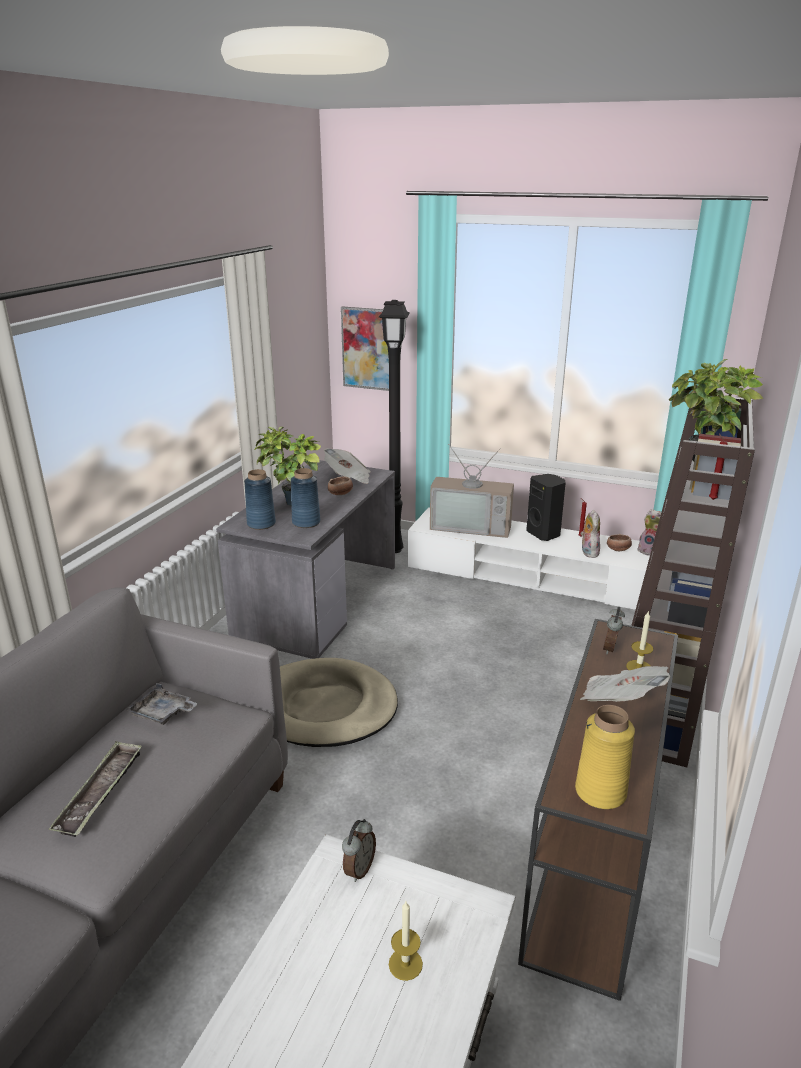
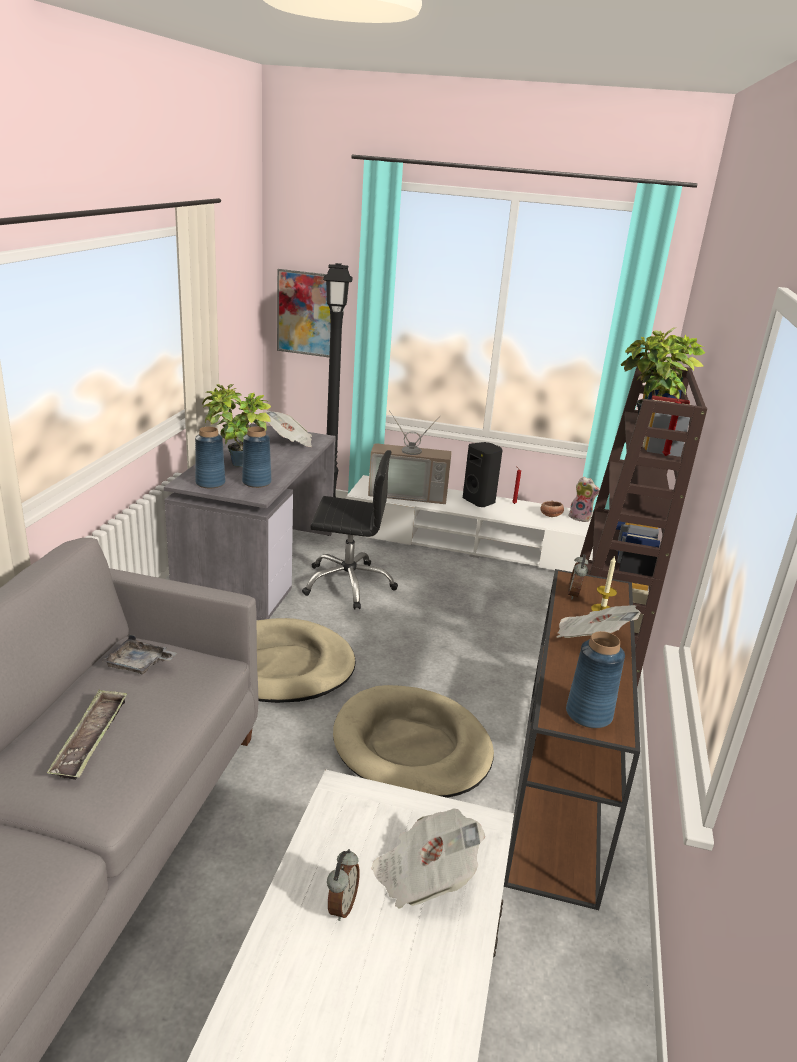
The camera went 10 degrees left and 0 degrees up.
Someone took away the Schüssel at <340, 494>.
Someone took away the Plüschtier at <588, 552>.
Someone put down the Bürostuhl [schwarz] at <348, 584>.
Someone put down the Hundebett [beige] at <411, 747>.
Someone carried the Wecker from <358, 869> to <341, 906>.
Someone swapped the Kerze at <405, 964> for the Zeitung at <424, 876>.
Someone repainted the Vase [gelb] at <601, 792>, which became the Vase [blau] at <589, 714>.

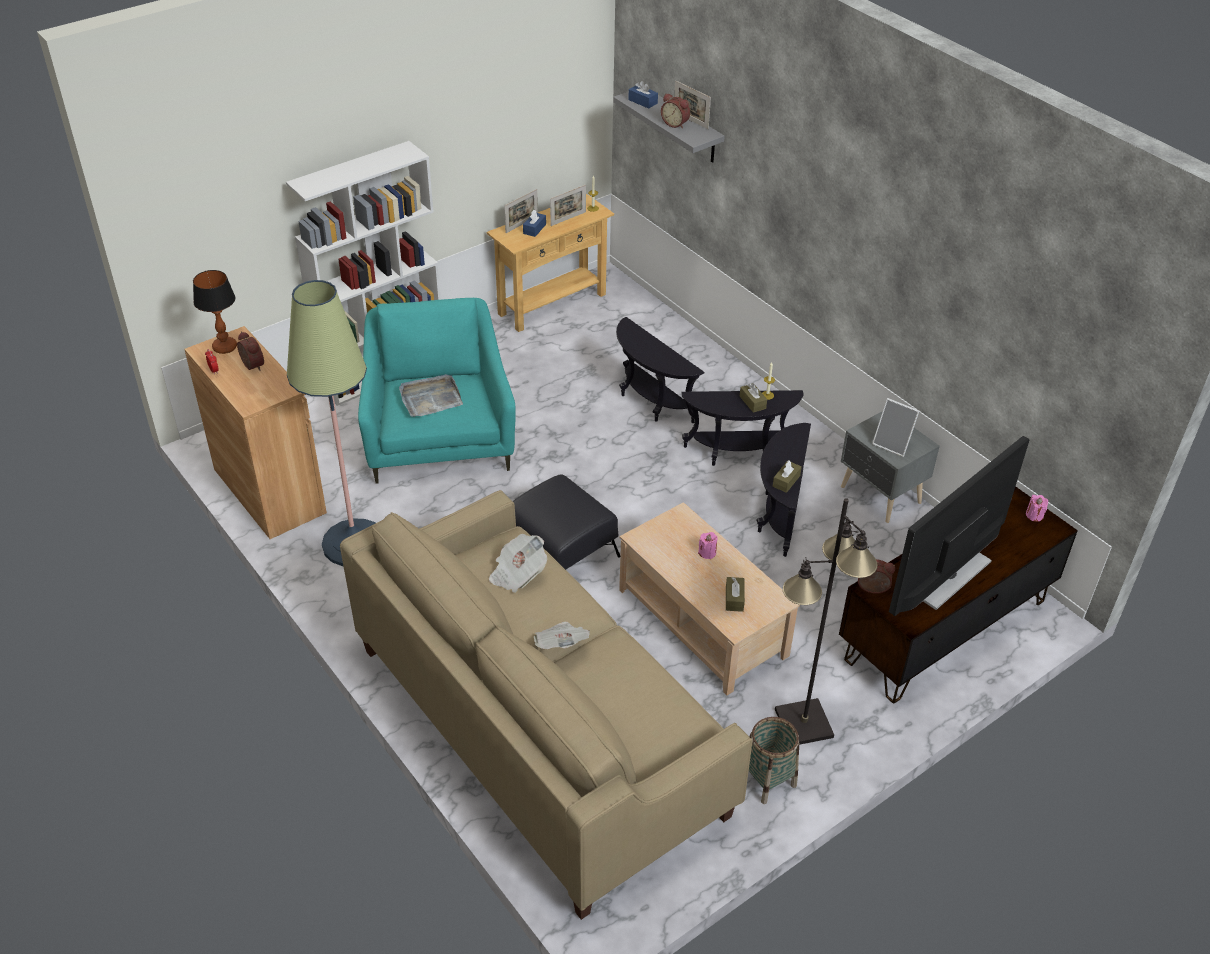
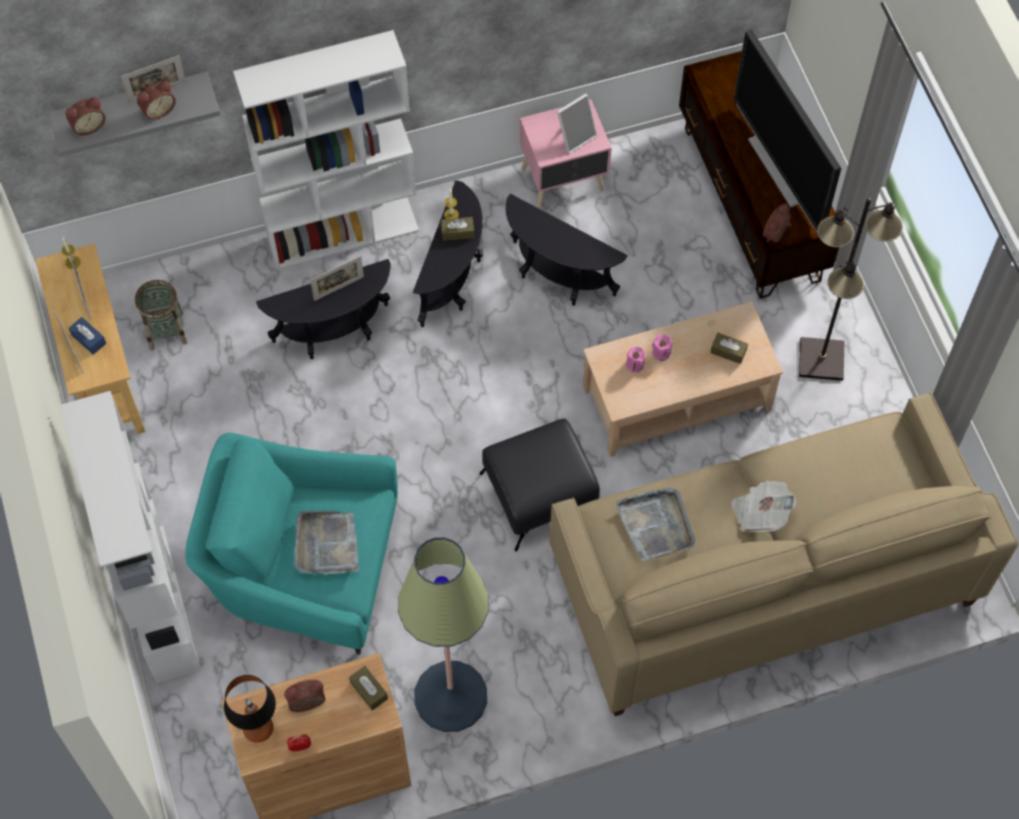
The camera went 70 degrees left and 20 degrees up.
Someone put down the Bücherregal [weiß] at <343, 232>.
Someone put down the Bilderrahmen at <339, 288>.
Someone carried the Korb from <767, 780> to <166, 331>.
Someone carried the Taschentuchbox [braun] from <786, 481> to <369, 690>.
Someone carried the Kerze [rosa] from <1034, 515> to <635, 364>.
Someone swapped the Zeitung at <517, 574> for the Tablett [grau] at <656, 525>.
Someone swapped the Taschentuchbox [blau] at <643, 101> for the Wecker at <88, 125>.
Someone repainted the Nachttisch [grau] at <880, 496>, which became the Nachttisch [rosa] at <564, 180>.

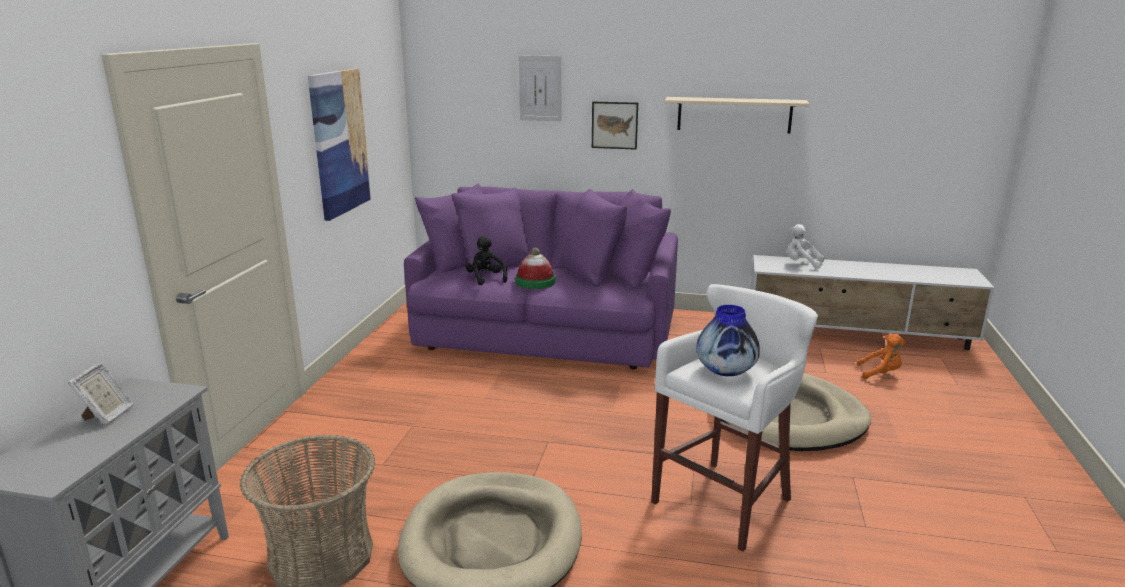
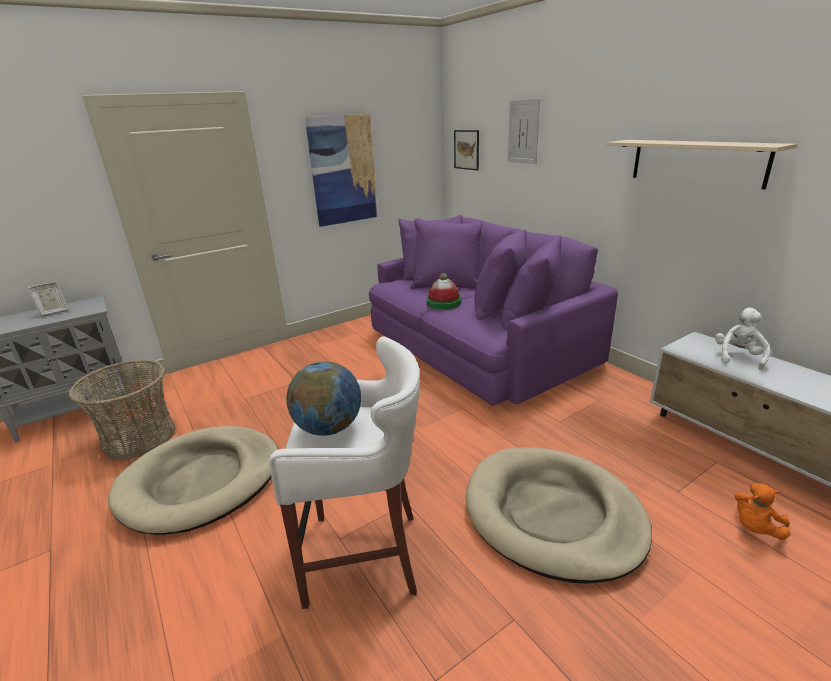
The camera went 45 degrees right and 5 degrees up.
Someone took away the Plüschtier [schwarz] at <486, 279>.
Someone carried the Bild from <614, 125> to <466, 149>.
Someone swapped the Vase at <725, 370> for the Globus at <329, 428>.
Someone rotated the Plüschtier [weiß] at <801, 264> by 45 degrees clockwise.
Someone rotated the Plüschtier [orange] at <880, 373> by 90 degrees clockwise.

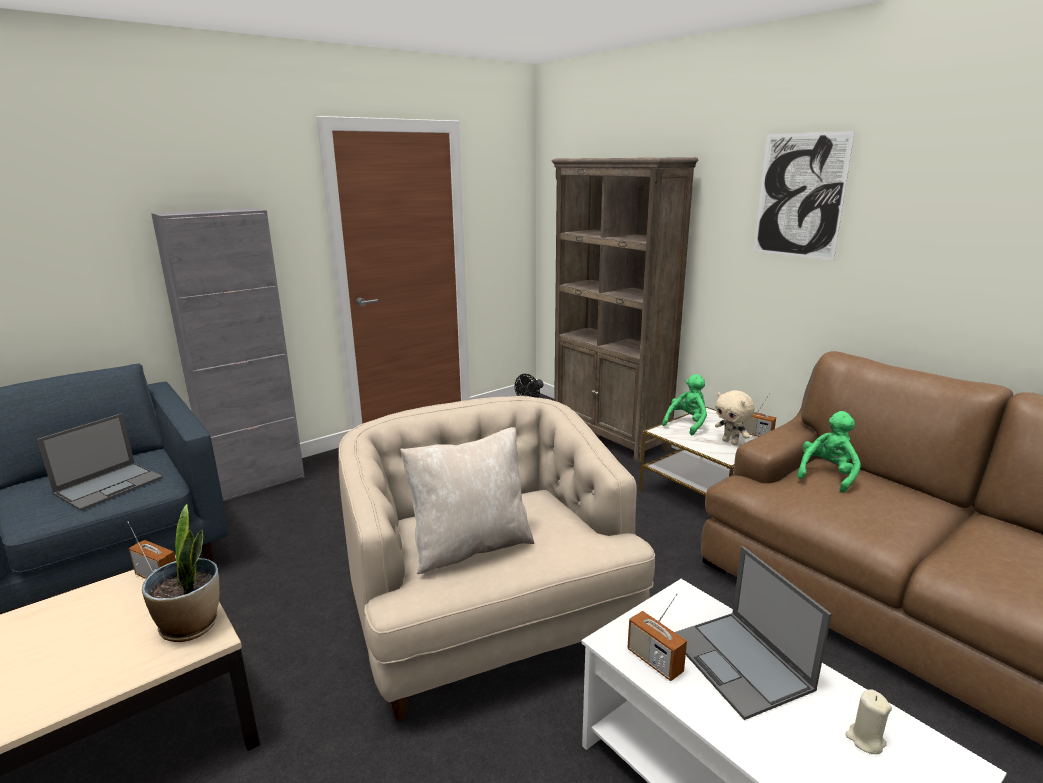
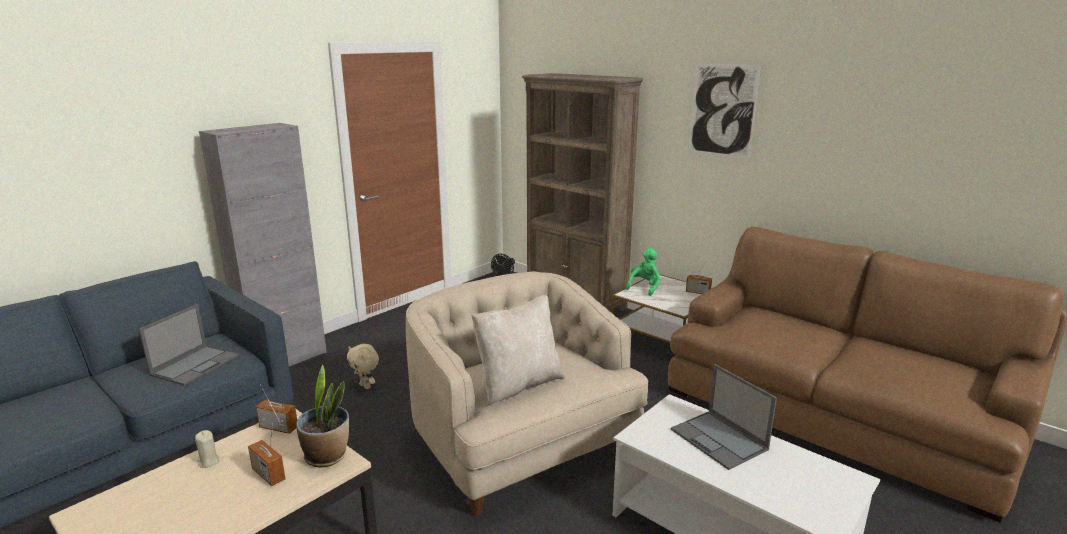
The camera went 10 degrees left and 0 degrees up.
Someone took away the Plüschtier [grün] at <827, 475>.
Someone carried the Radio from <654, 661> to <268, 475>.
Someone carried the Plüschtier [beige] from <731, 442> to <366, 386>.
Someone carried the Kerze [beige] from <865, 739> to <208, 461>.

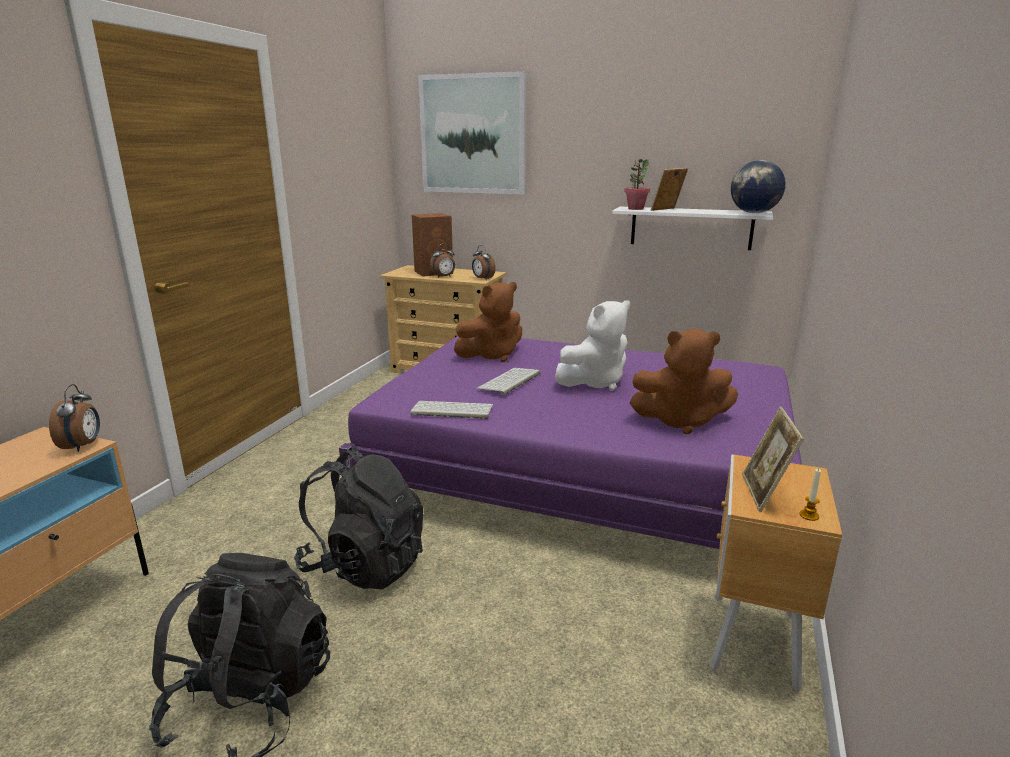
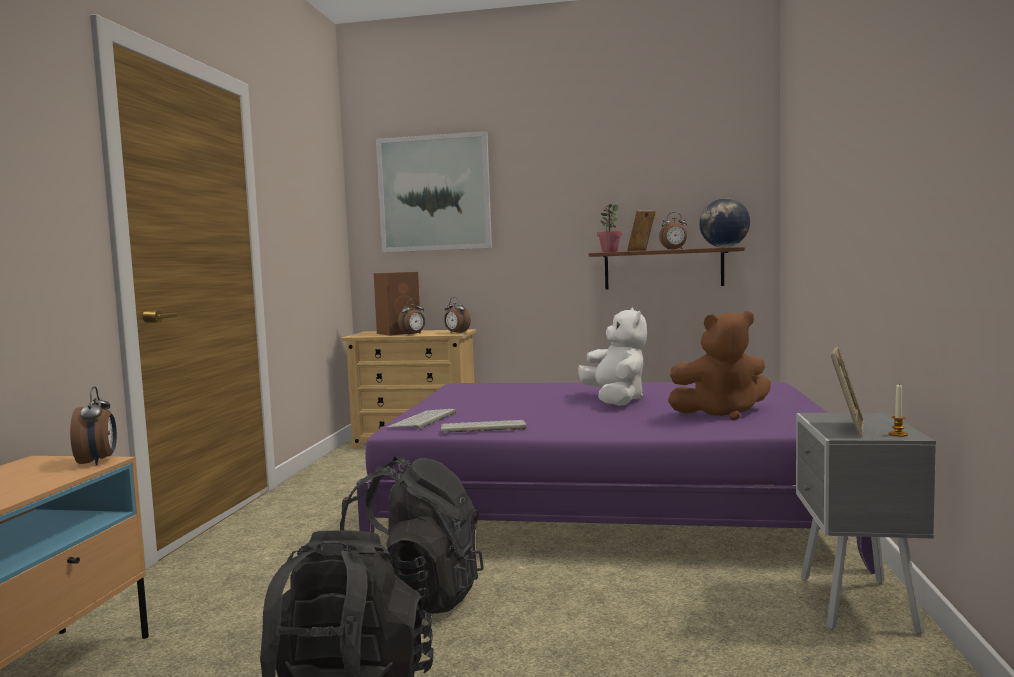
The camera went 10 degrees left and 15 degrees down.
Someone took away the Plüschtier [braun] at <491, 355>.
Someone put down the Wecker at <674, 249>.
Someone carried the Tastatur from <509, 381> to <423, 420>.
Someone repainted the Wandregal [weiß] at <691, 228>, which became the Wandregal [braun] at <663, 269>.
Someone repainted the Nachttisch [braun] at <751, 643>, which became the Nachttisch [grau] at <856, 606>.
Someone rotated the Plüschtier [weiß] at <594, 383> by 60 degrees counterclockwise.
Someone rotated the Bilderrahmen at <764, 493> by 150 degrees counterclockwise.

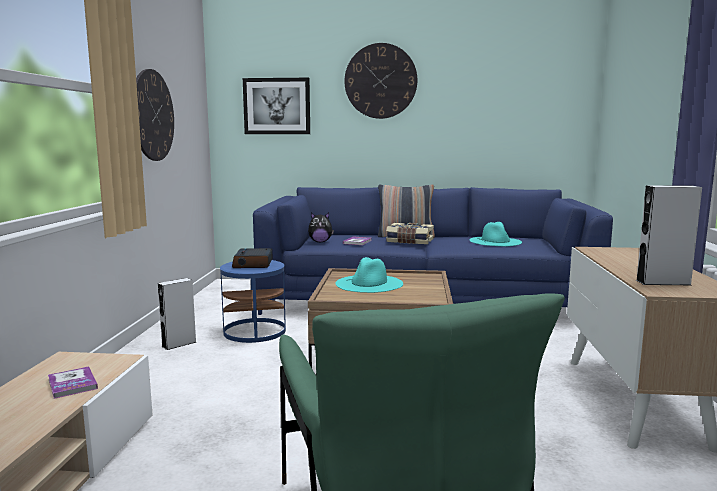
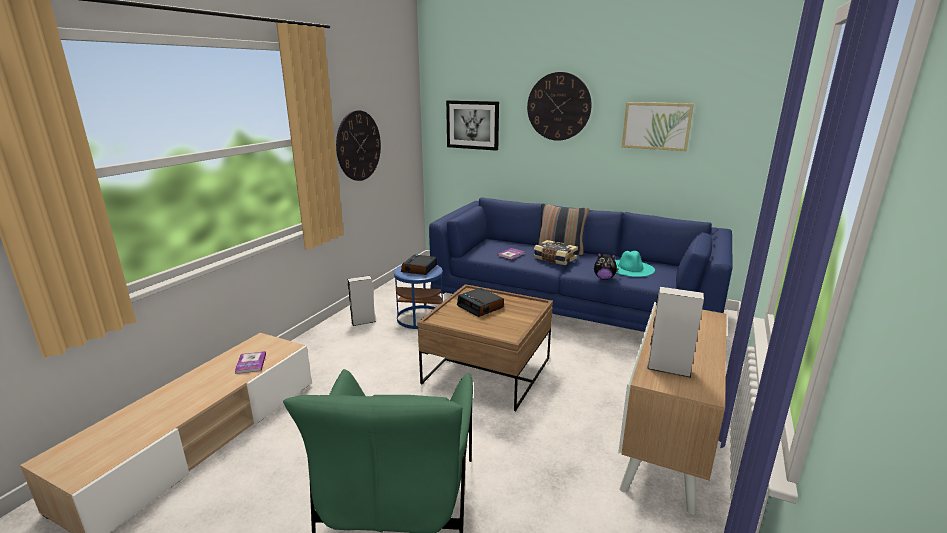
The camera went 20 degrees right and 10 degrees up.
Someone put up the Bild at <656, 126>.
Someone carried the Plüschtier from <320, 242> to <604, 278>.
Someone swapped the Hut [türkis] at <369, 283> for the Wecker at <481, 307>.

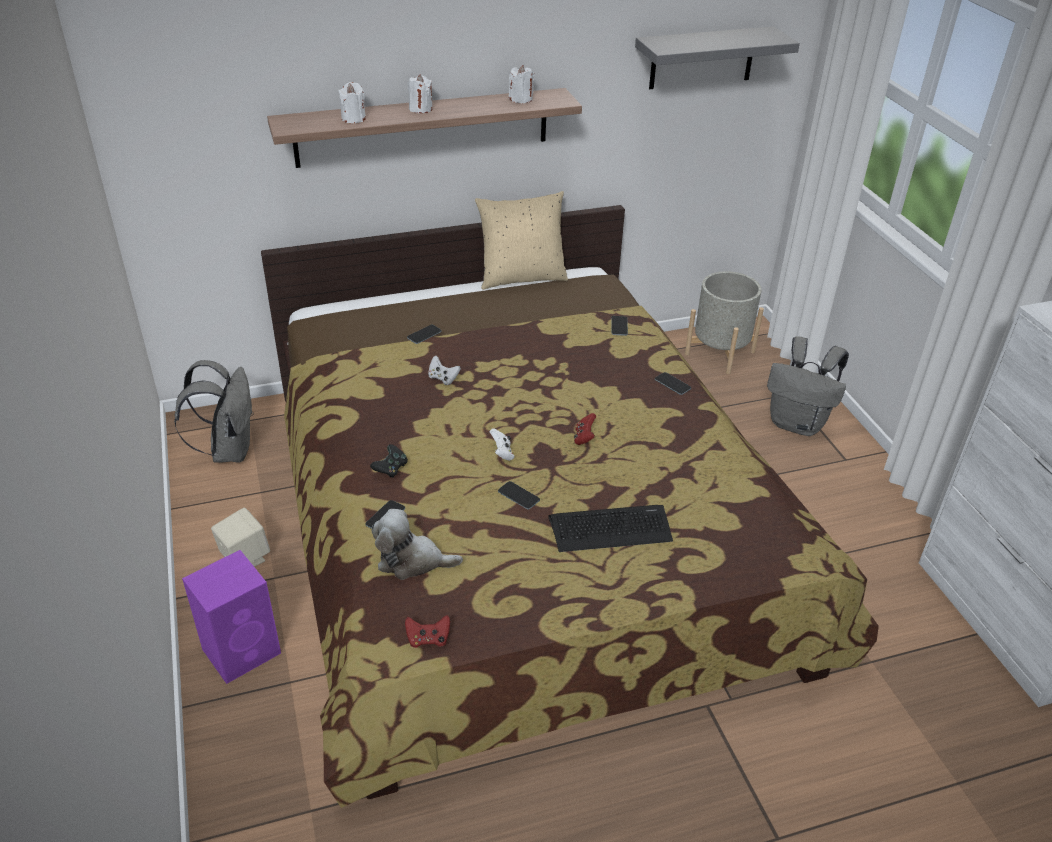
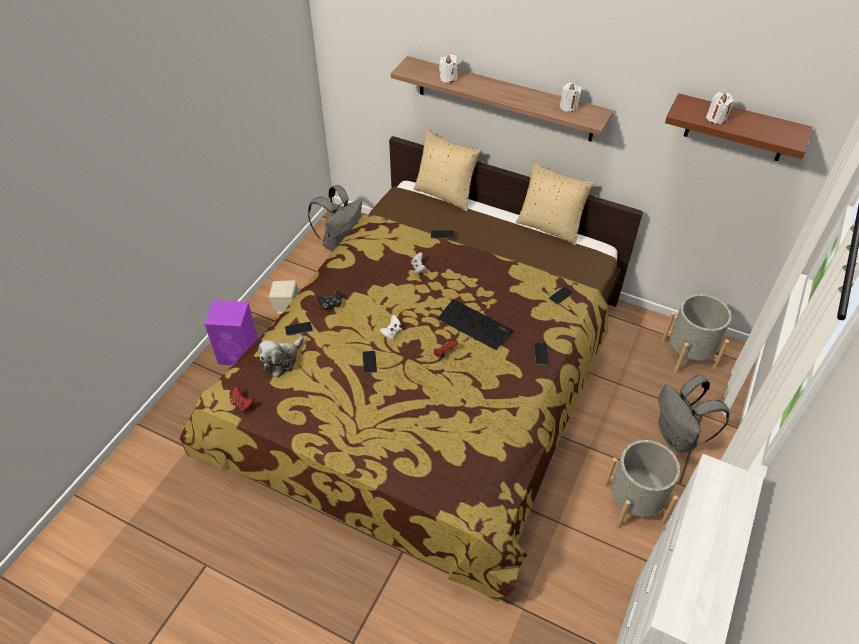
The camera went 45 degrees right and 10 degrees up.
Someone put down the Kissen [beige] at <445, 194>.
Someone put down the Pflanzkübel [grau] at <634, 503>.
Someone carried the Kerze [weiß] from <420, 109> to <716, 118>.
Someone carried the Tastatur from <610, 529> to <474, 325>.
Someone repainted the Wandregal [grau] at <702, 58>, which became the Wandregal [braun] at <736, 128>.
Someone rotated the Plüschtier at <412, 561> by 105 degrees counterclockwise.

